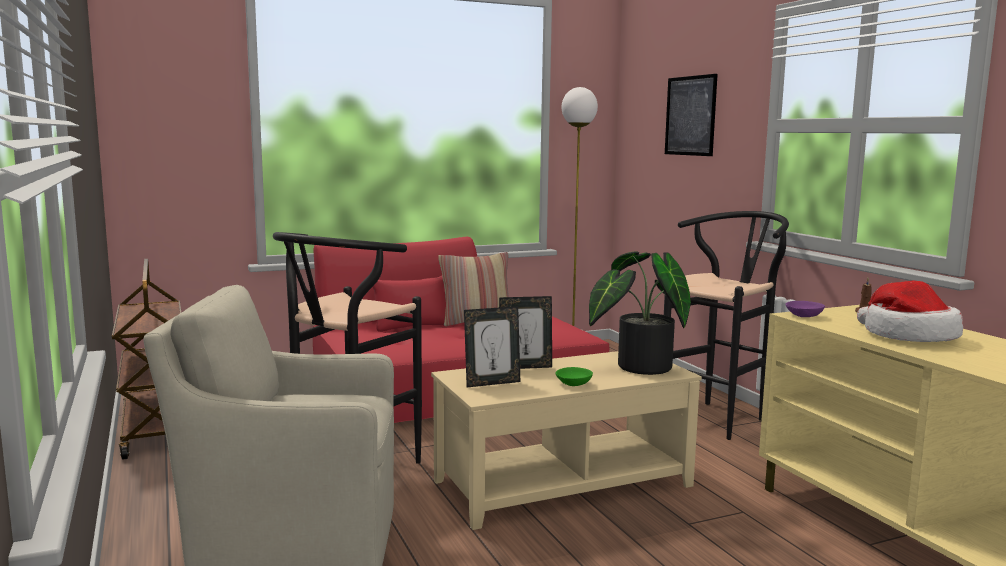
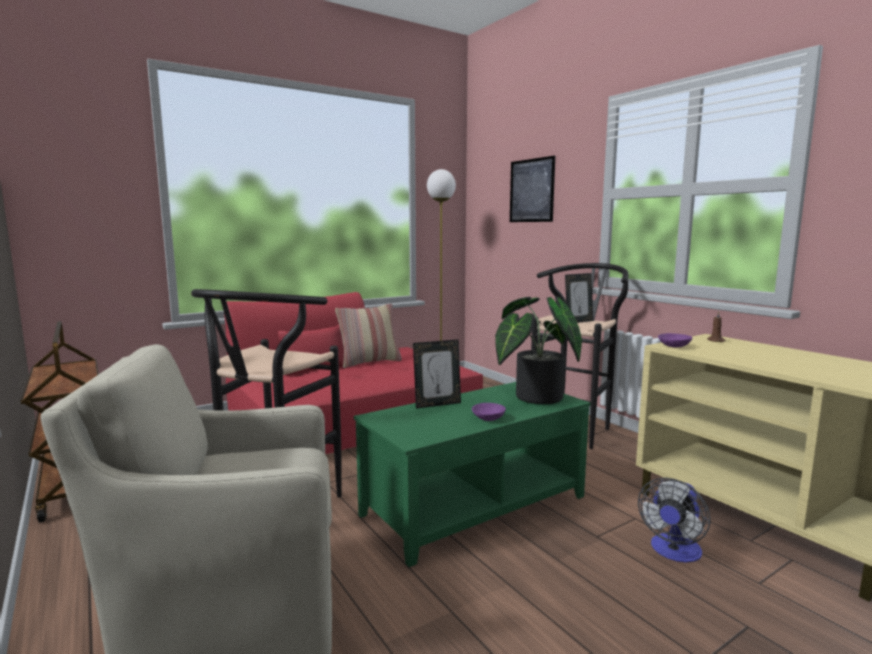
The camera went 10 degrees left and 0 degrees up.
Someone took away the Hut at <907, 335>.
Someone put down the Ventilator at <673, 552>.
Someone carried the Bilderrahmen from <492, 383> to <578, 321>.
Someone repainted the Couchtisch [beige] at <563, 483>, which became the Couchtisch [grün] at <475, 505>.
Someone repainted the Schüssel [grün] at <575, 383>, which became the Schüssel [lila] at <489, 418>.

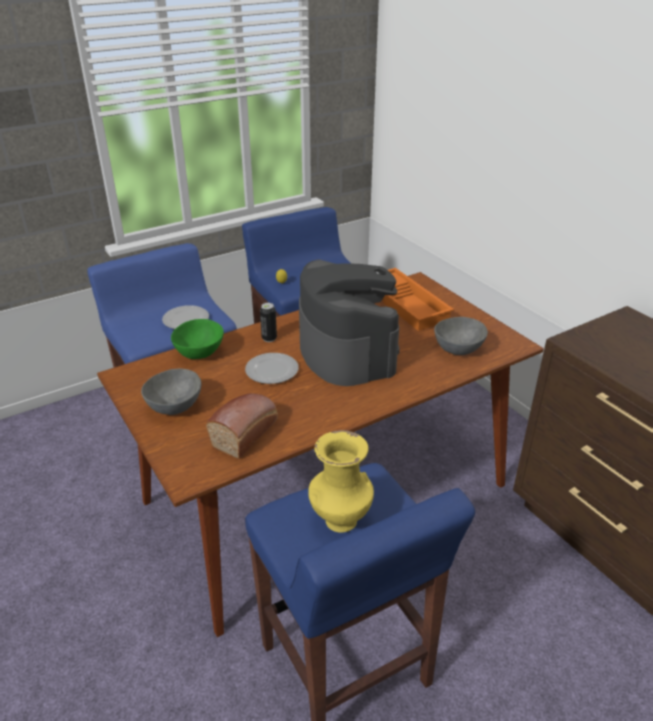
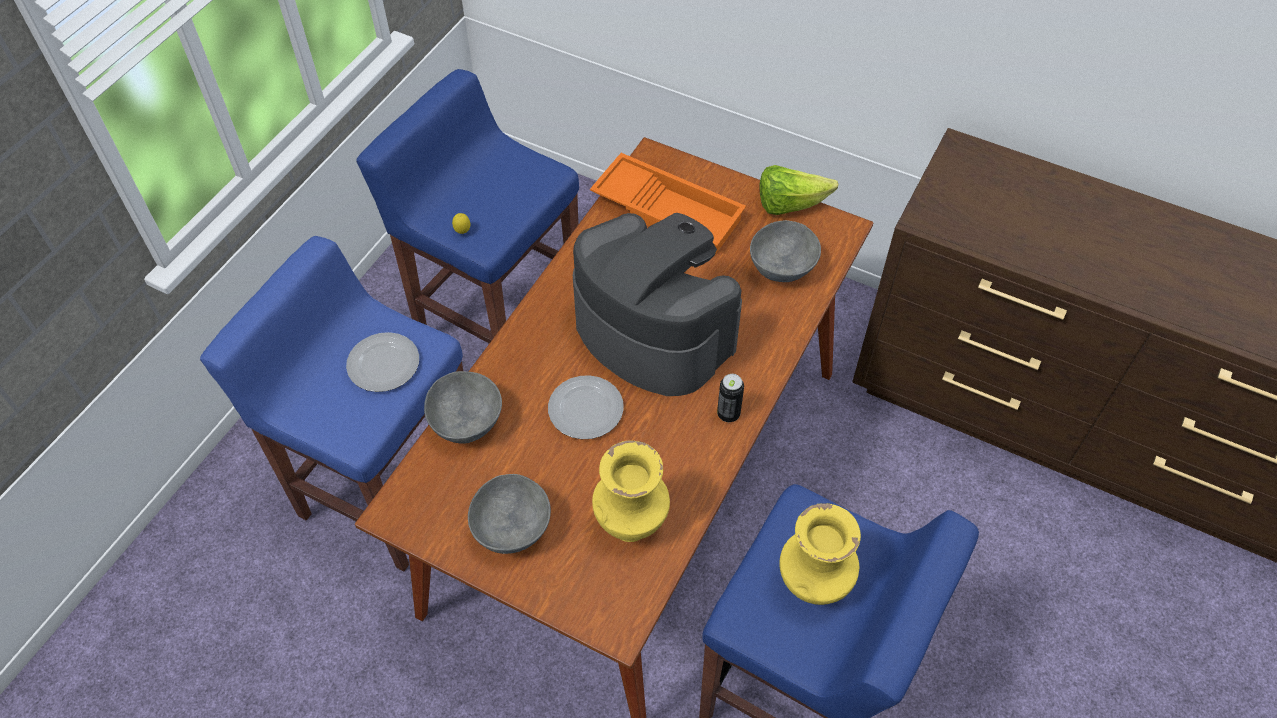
The camera went 30 degrees left and 20 degrees up.
Someone put down the Salatkopf at <789, 204>.
Someone carried the Dose from <269, 338> to <728, 414>.
Someone swapped the Brot at <246, 432> for the Vase [gelb] at <632, 523>.
Someone repainted the Schüssel [grün] at <200, 352>, which became the Schüssel [grau] at <467, 421>.

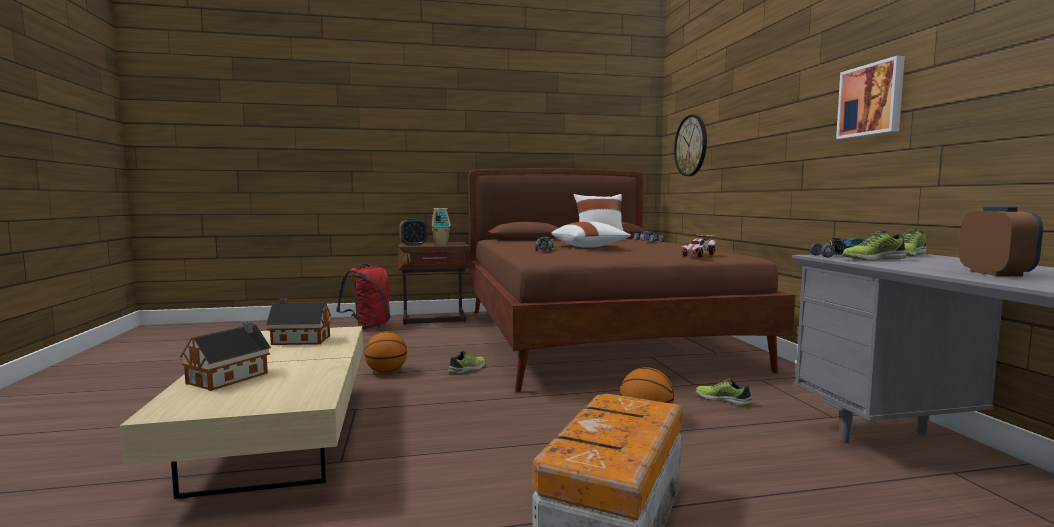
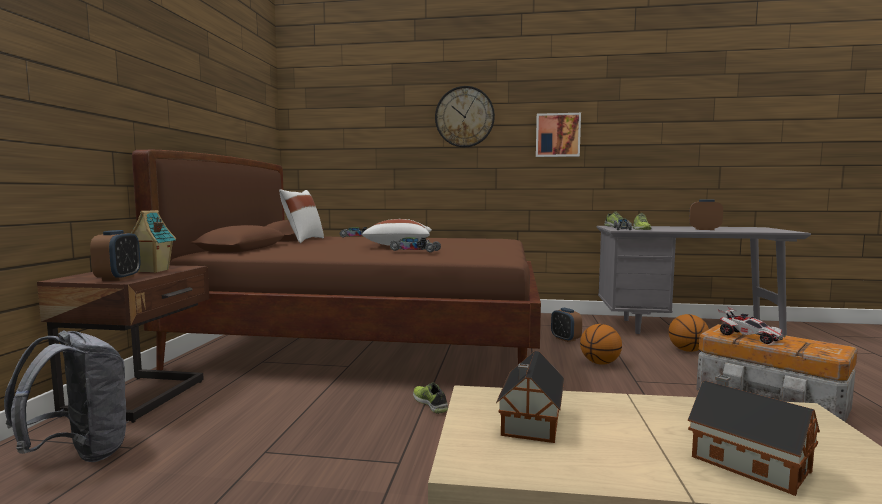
The camera went 70 degrees left and 0 degrees up.
Someone carried the Basketball from <386, 372> to <687, 350>.
Someone carried the Wanduhr from <691, 145> to <464, 117>.
Someone carried the Spielzeugauto from <698, 255> to <749, 337>.
Someone swapped the Schuh at <723, 400> for the Wecker at <565, 339>.
Someone repainted the Rucksack [rot] at <368, 326>, which became the Rucksack [grau] at <79, 455>.

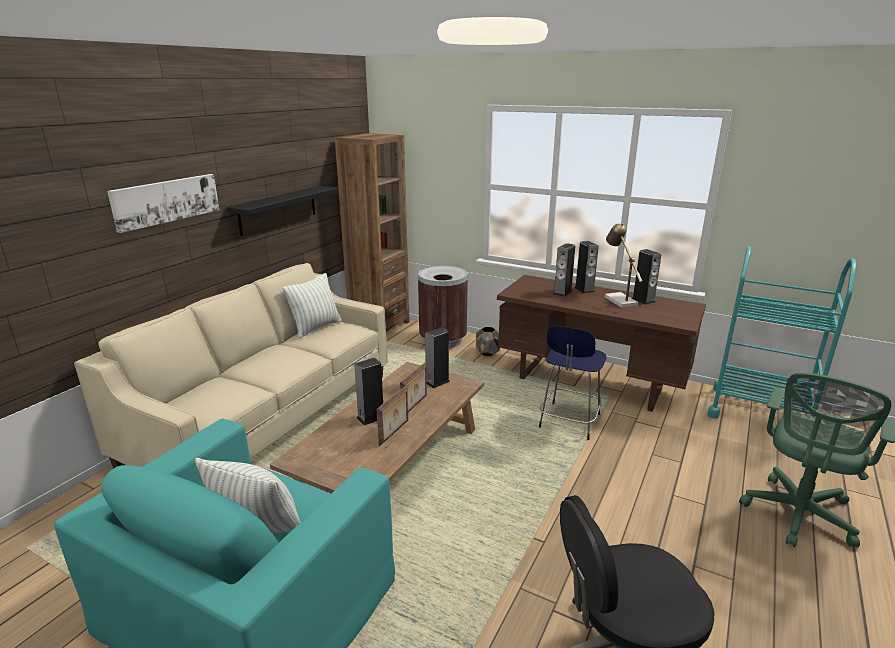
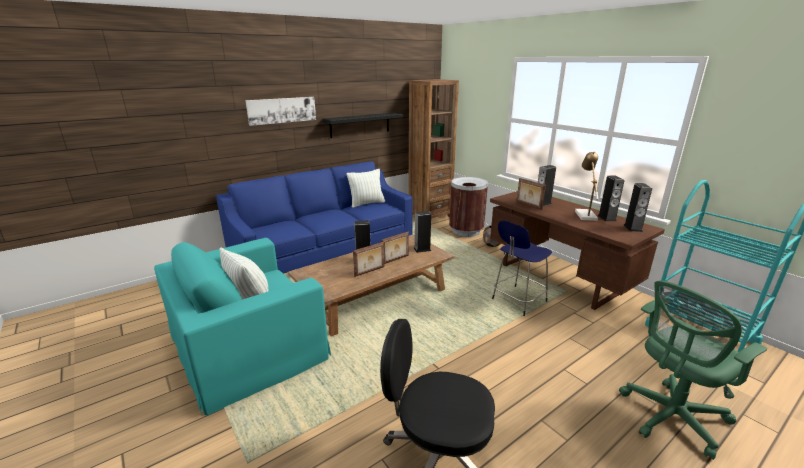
The camera went 25 degrees right and 0 degrees up.
Someone put down the Bilderrahmen at <528, 205>.
Someone carried the Lautsprecher from <584, 289> to <632, 228>.
Someone repainted the Sofa [beige] at <267, 418>, which became the Sofa [blau] at <325, 254>.

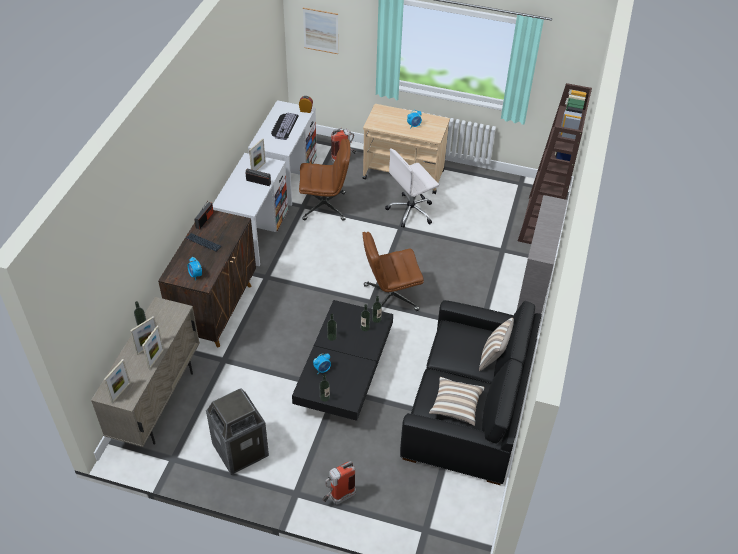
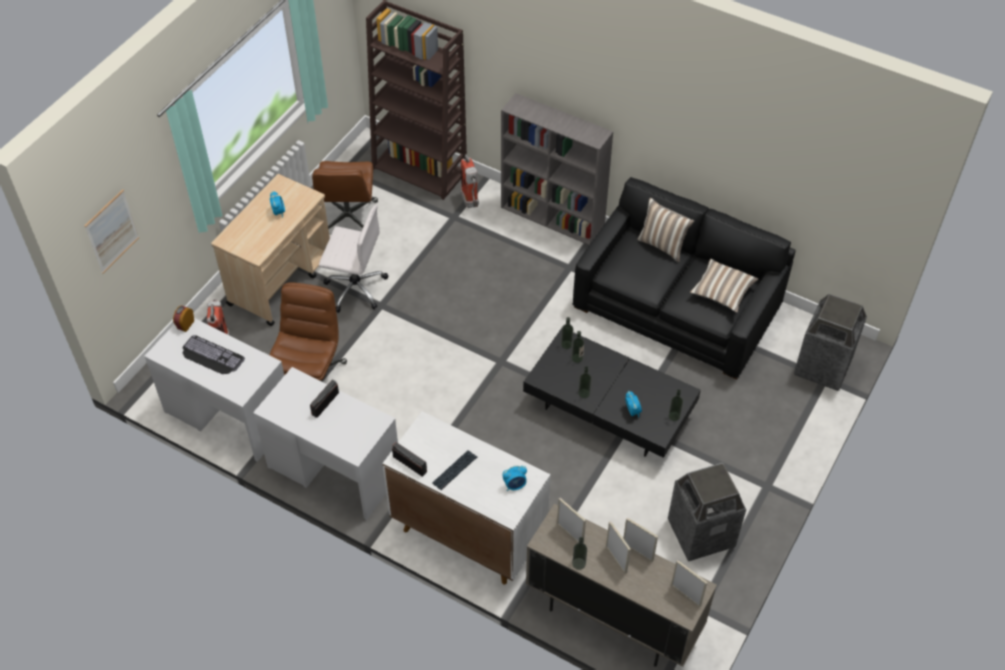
The camera went 75 degrees left and 5 degrees up.
Someone put down the Mülleimer at <823, 367>.
Someone carried the Bilderrahmen from <258, 168> to <570, 534>.
Someone carried the Feuerlöscher from <338, 498> to <471, 203>.
Someone carried the Bürostuhl [braun] from <390, 298> to <348, 220>.
Someone repainted the Schrank [braun] at <216, 310>, which became the Schrank [weiß] at <467, 534>.
Someone rotated the Bürostuhl [weiß] at <411, 211> by 60 degrees counterclockwise.

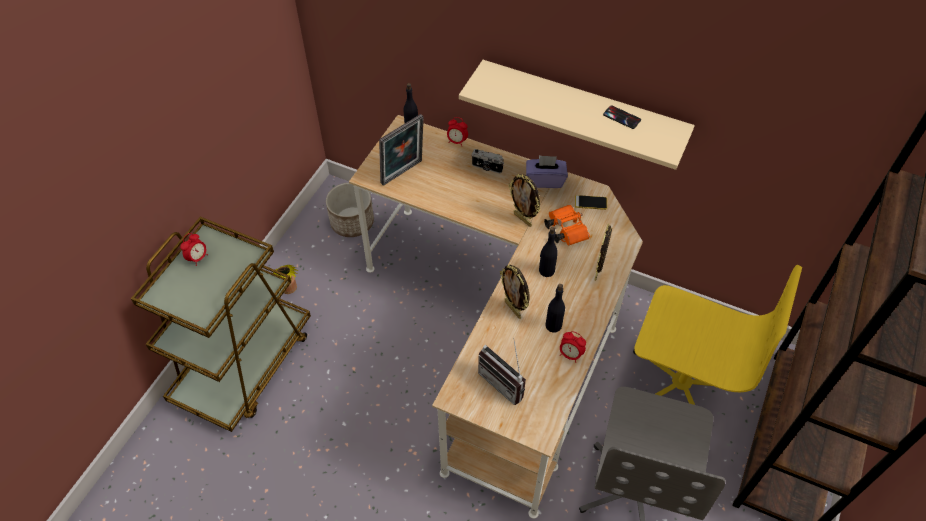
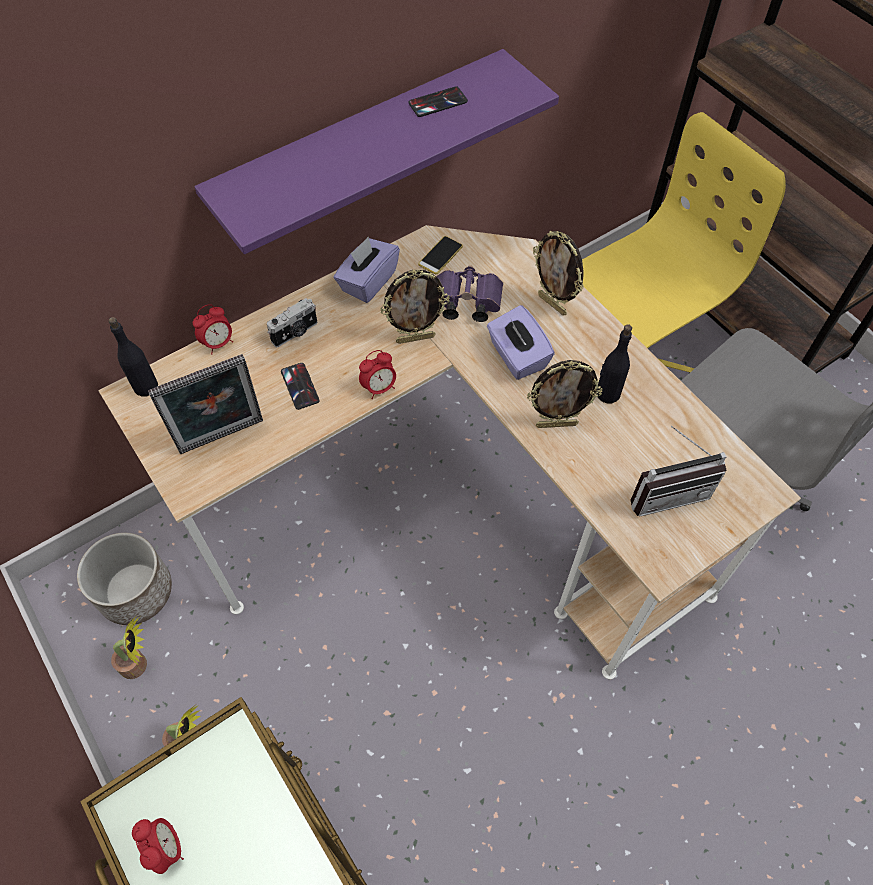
The camera went 60 degrees left and 5 degrees up.
Someone put down the Topfpflanze at <139, 665>.
Someone put down the Handy at <300, 386>.
Someone carried the Wecker from <570, 355> to <379, 388>.
Someone swapped the Flasche [schwarz] at <546, 270> for the Taschentuchbox [lila] at <517, 356>.
Someone repainted the Wandregal [beige] at <581, 111>, which became the Wandregal [lila] at <361, 148>.
Someone repainted the Fernglas [orange] at <565, 230>, which became the Fernglas [lila] at <465, 304>.
Someone rotated the Bilderrahmen at <403, 174> by 75 degrees clockwise.

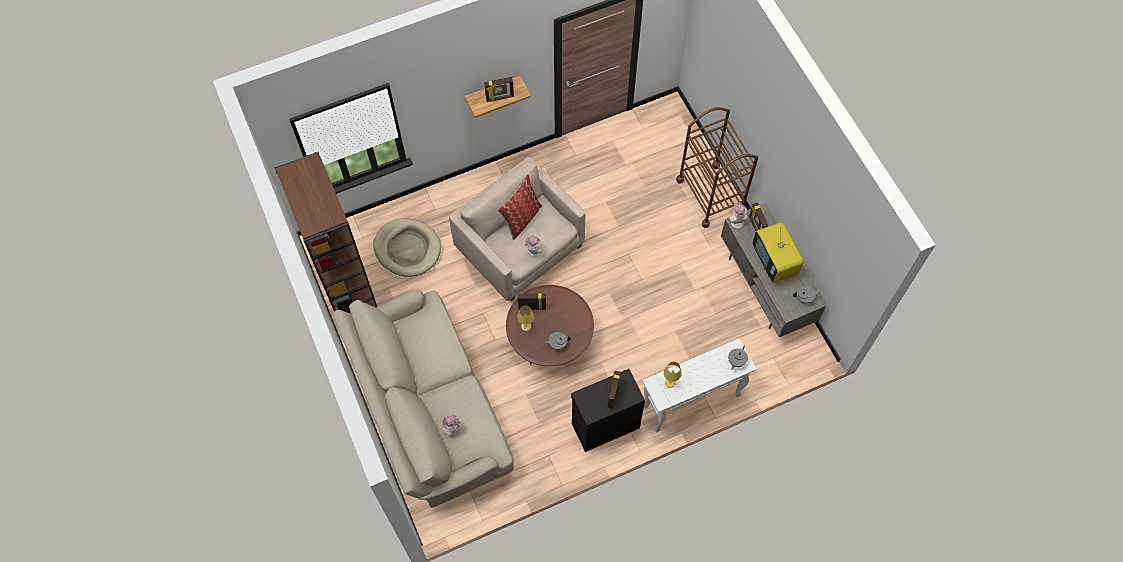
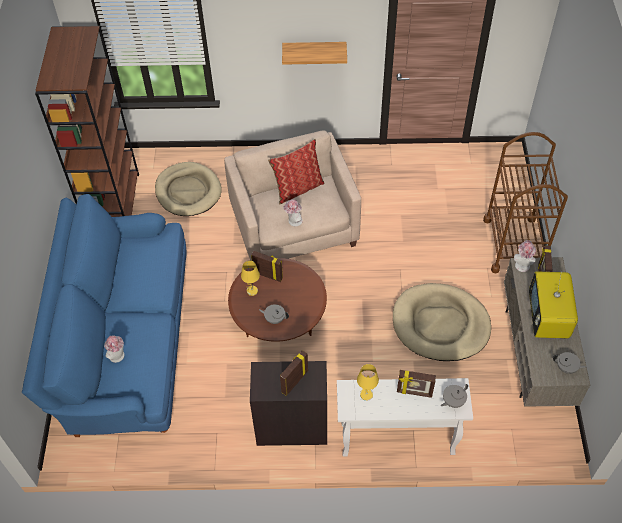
The camera went 25 degrees right and 10 degrees down.
Someone put down the Hundebett [beige] at <440, 324>.
Someone carried the Bilderrahmen from <500, 98> to <414, 392>.
Someone repainted the Sofa [beige] at <429, 409>, which became the Sofa [blau] at <125, 341>.

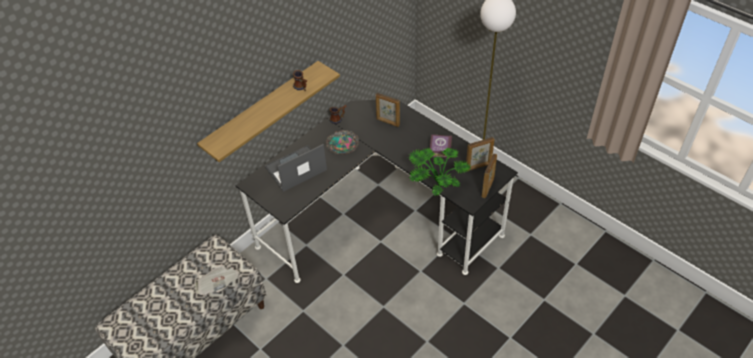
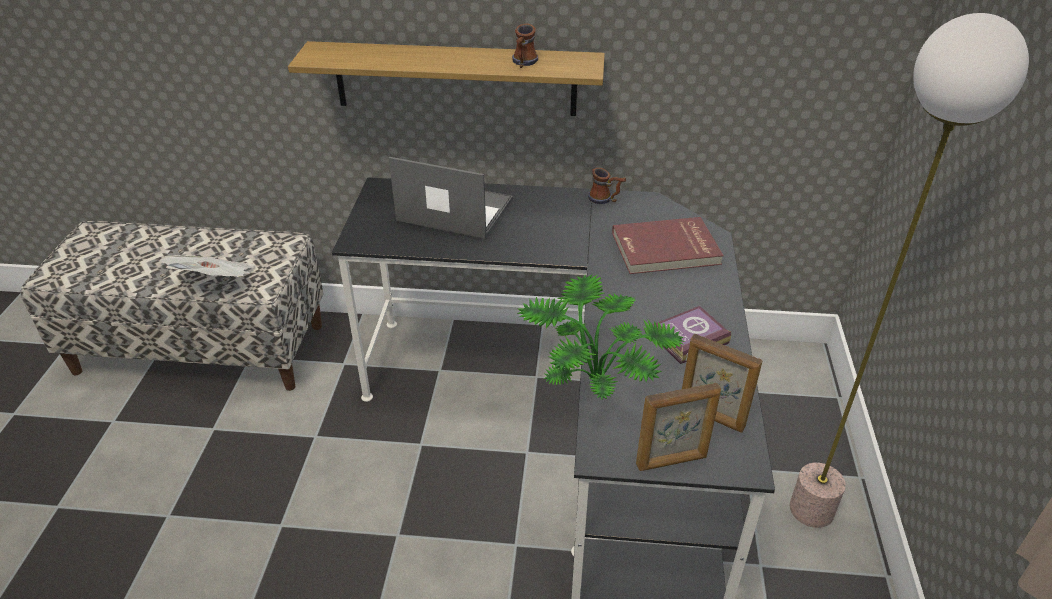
The camera went 50 degrees right and 10 degrees down.
Someone took away the Schüssel at <342, 145>.
Someone swapped the Bilderrahmen at <388, 122> for the Buch [rot] at <666, 250>.

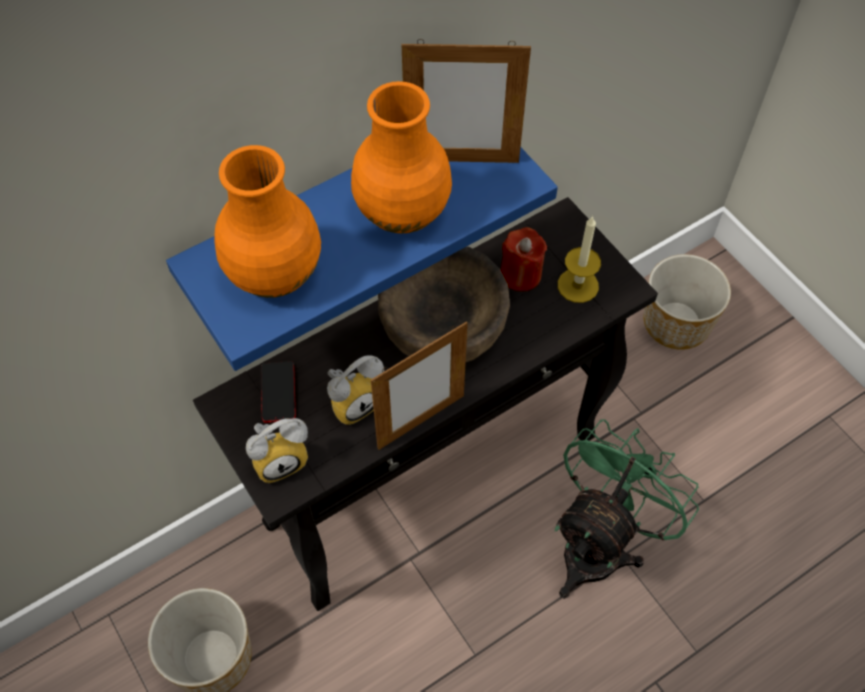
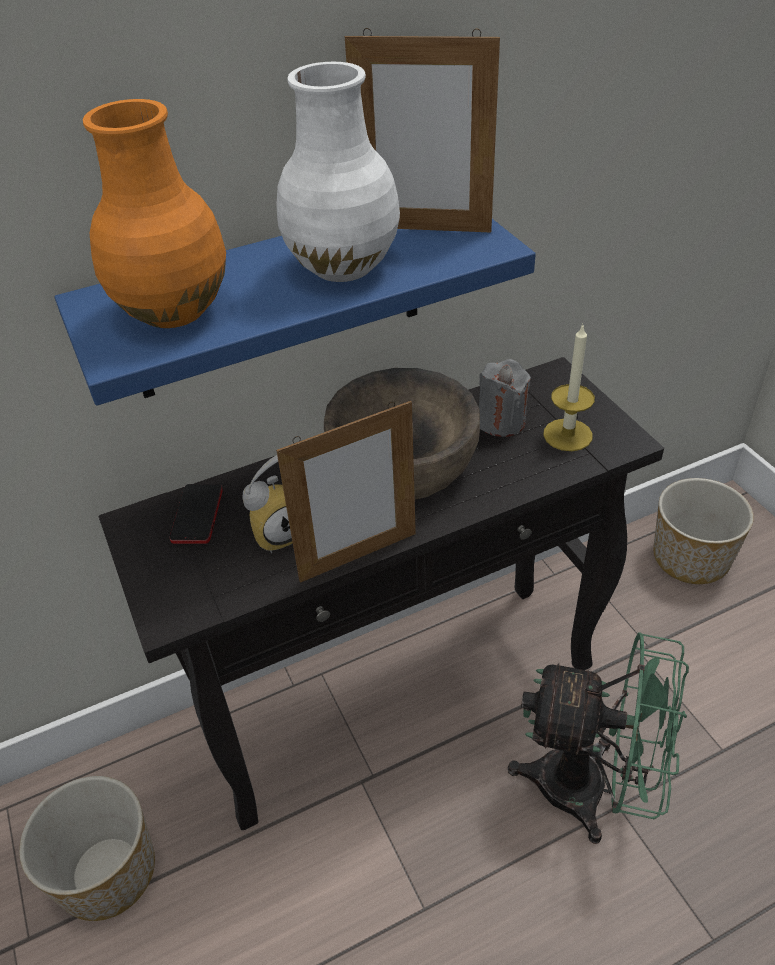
The camera went 10 degrees right and 15 degrees down.
Someone took away the Wecker at <280, 458>.
Someone repainted the Vase [orange] at <404, 213>, which became the Vase [weiß] at <344, 267>.
Someone repainted the Kerze [rot] at <520, 274>, which became the Kerze [grau] at <501, 421>.
Someone rotated the Ventilator [grün] at <599, 544> by 60 degrees clockwise.

